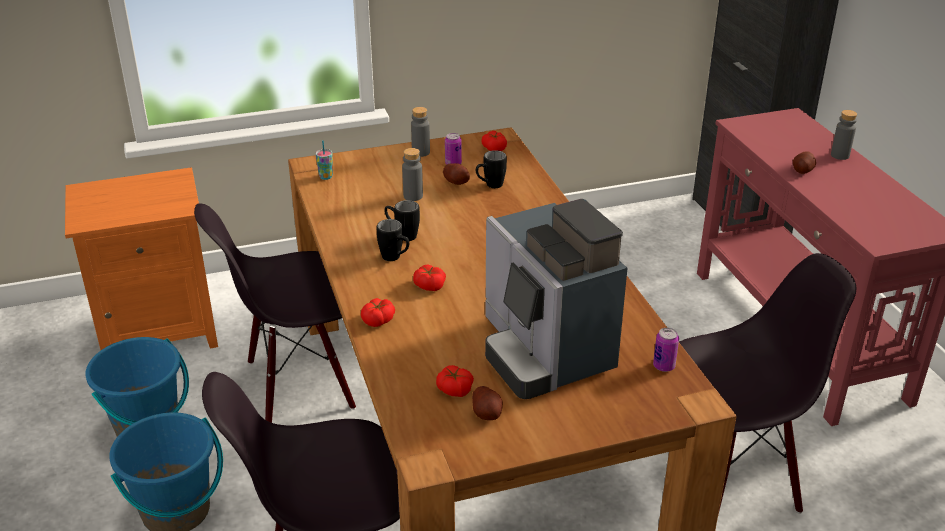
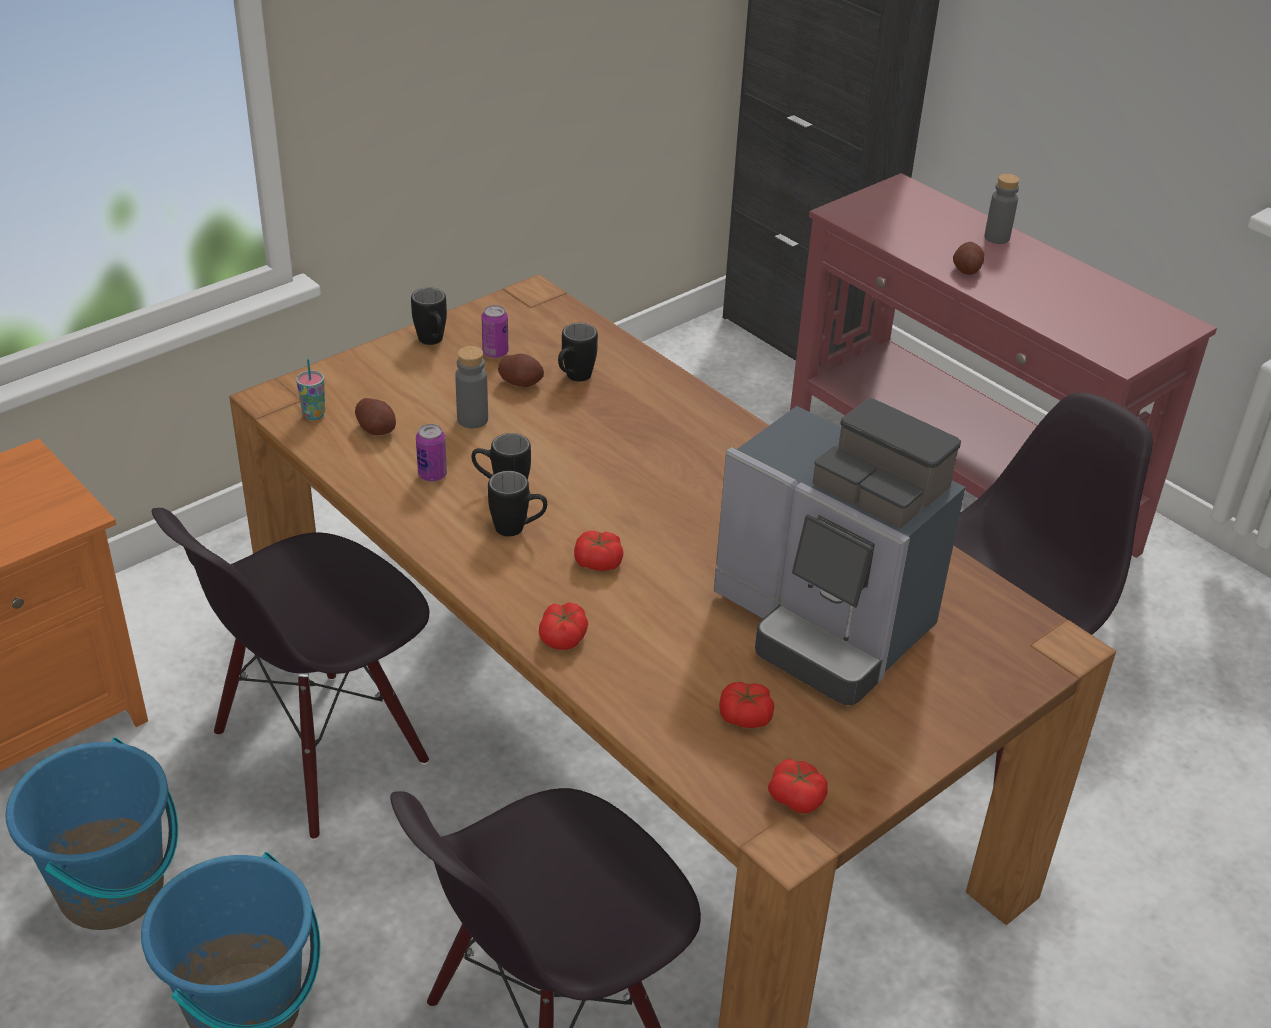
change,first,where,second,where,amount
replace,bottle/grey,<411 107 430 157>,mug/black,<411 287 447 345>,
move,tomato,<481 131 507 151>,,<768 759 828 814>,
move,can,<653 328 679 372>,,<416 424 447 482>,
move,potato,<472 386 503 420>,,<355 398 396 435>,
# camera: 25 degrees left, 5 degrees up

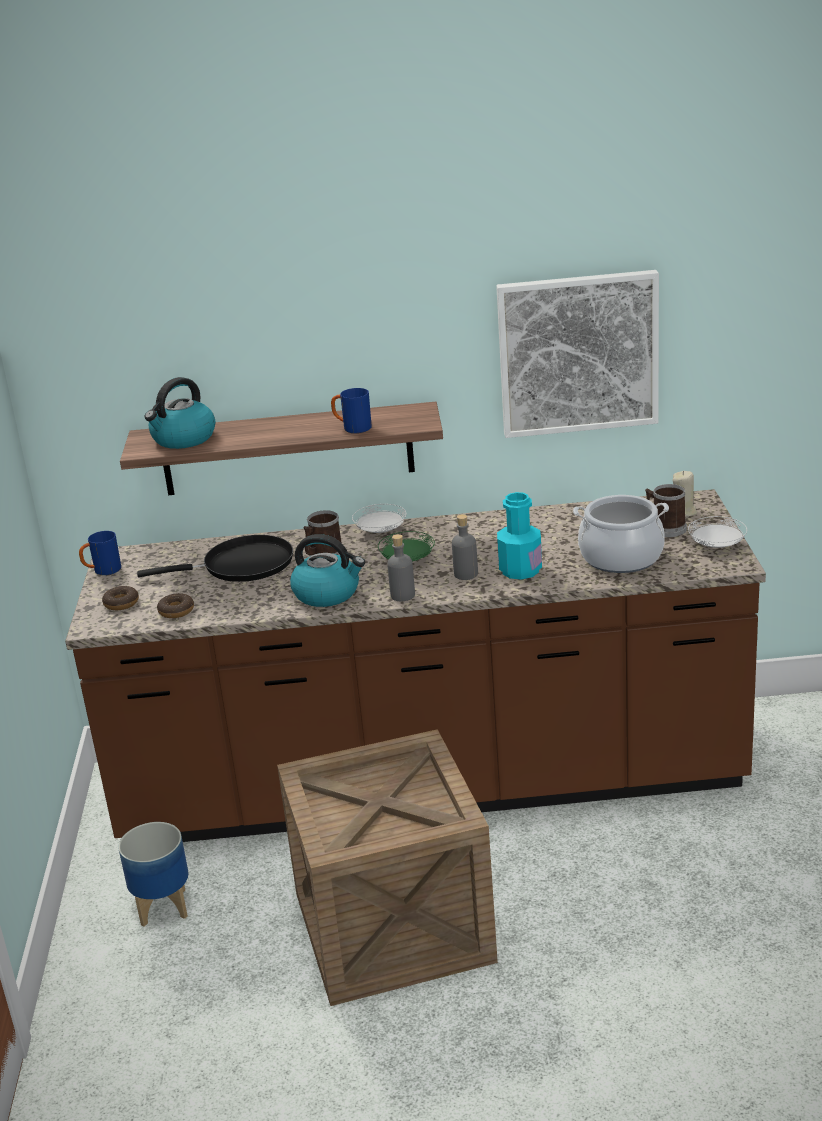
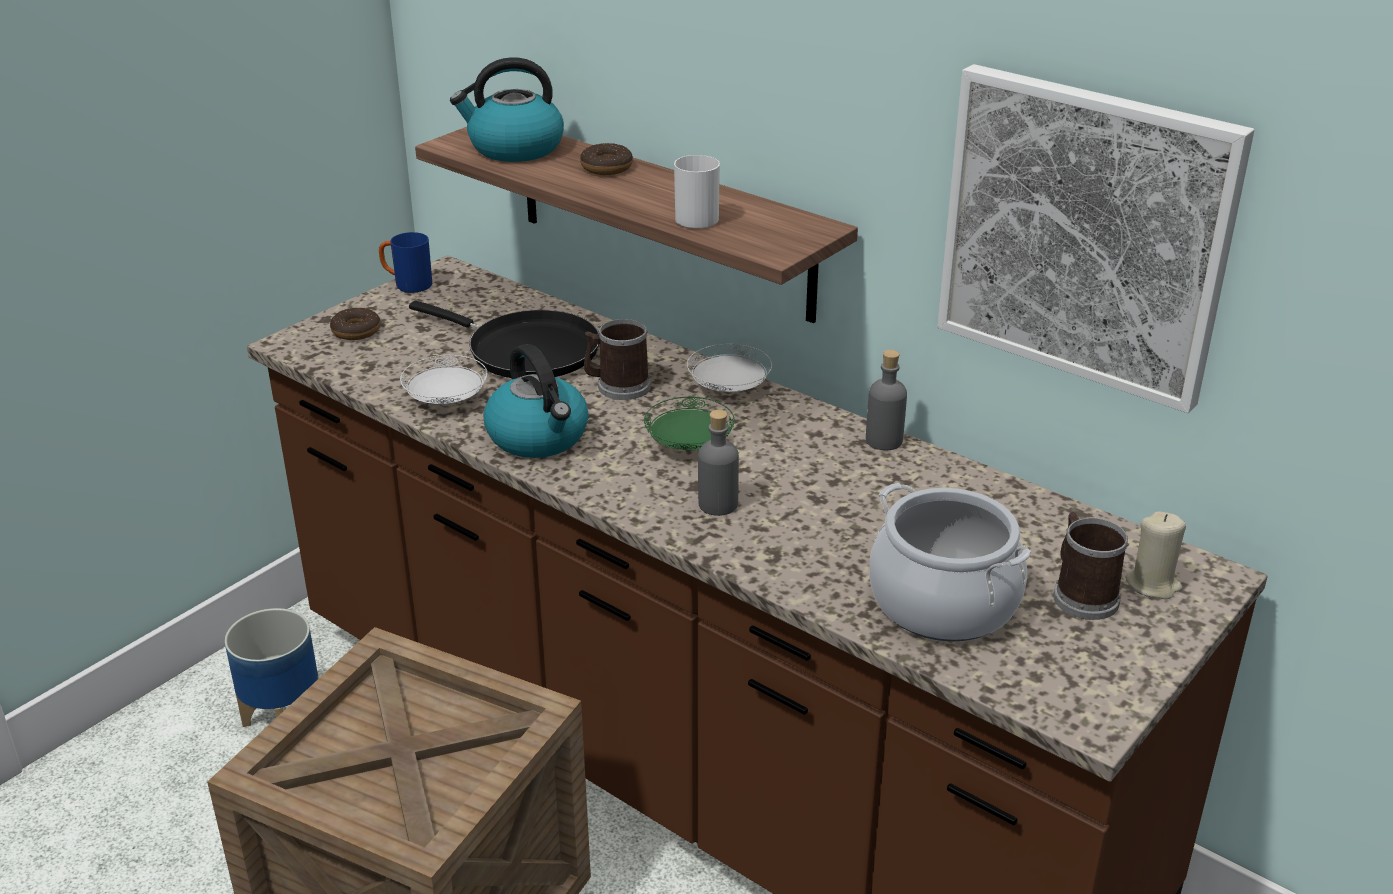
change,first,where,second,where,amount
recolor,mug/blue,<331 388 372 433>,mug/white,<674 155 720 229>,
delete,bottle/turquoise,<497 492 542 580>,,,
move,plate/white,<688 516 747 548>,,<400 355 487 405>,
move,bottle/grey,<387 534 415 601>,,<866 350 907 450>,
move,donut,<157 593 194 618>,,<580 143 633 175>,
# camera: 40 degrees right, 5 degrees up

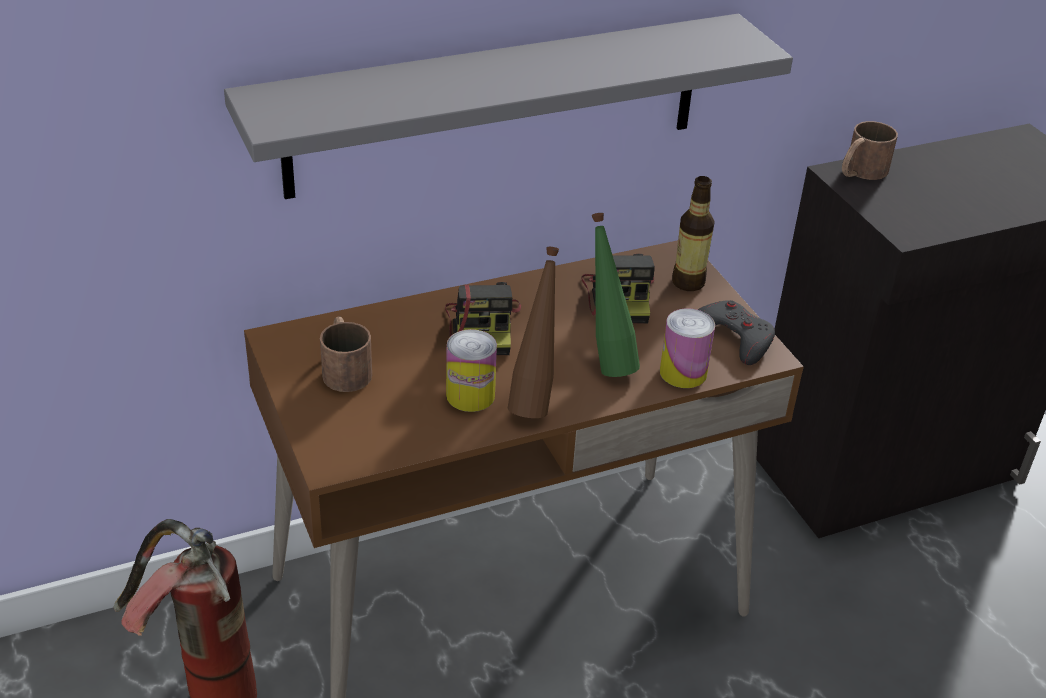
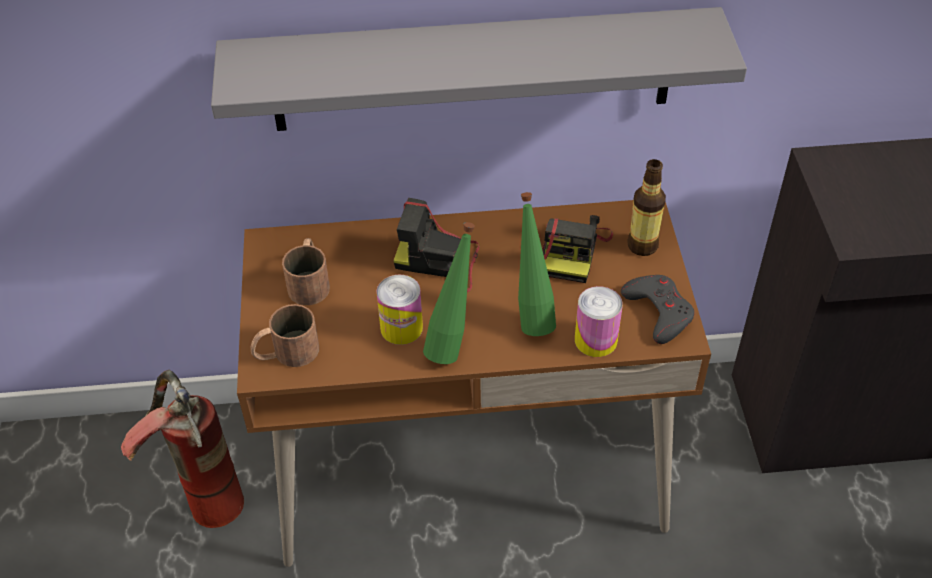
change,first,where,second,where,amount
move,mug/brown,<842 121 898 180>,,<251 304 319 367>,
recolor,bottle/brown,<508 247 559 418>,bottle/green,<423 222 475 364>,
rotate,photo camera,<445 282 521 355>,,<393 198 480 292>,90 degrees clockwise
# camera: 20 degrees right, 10 degrees up

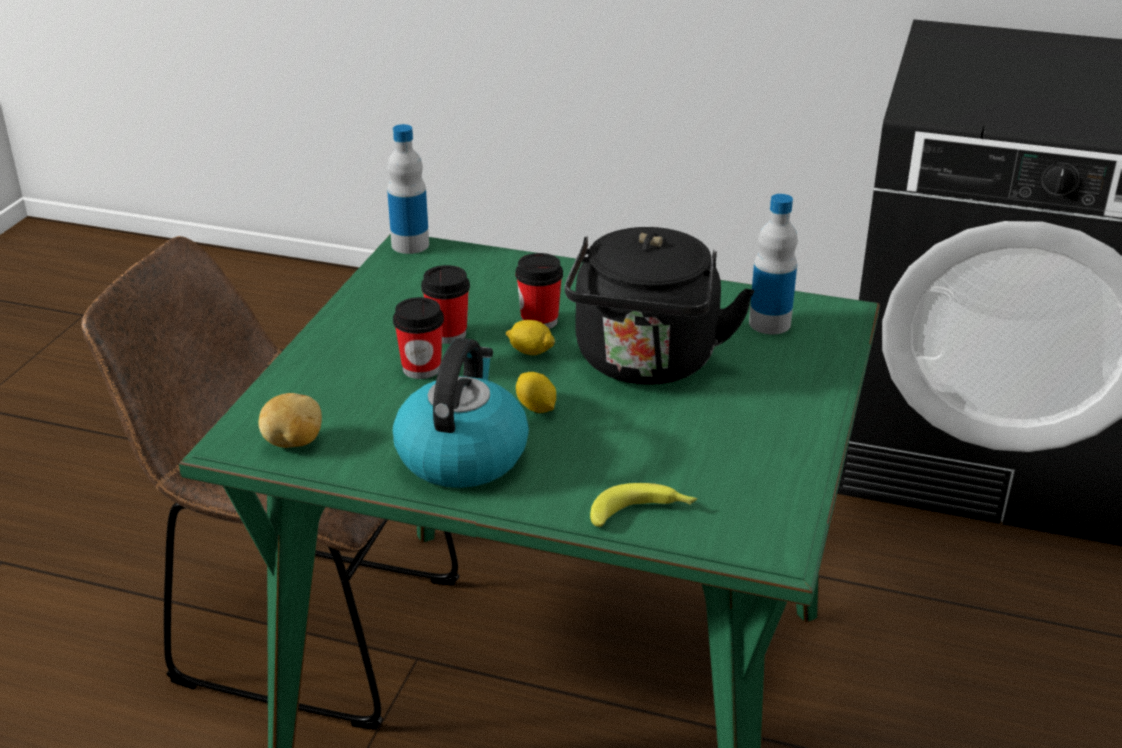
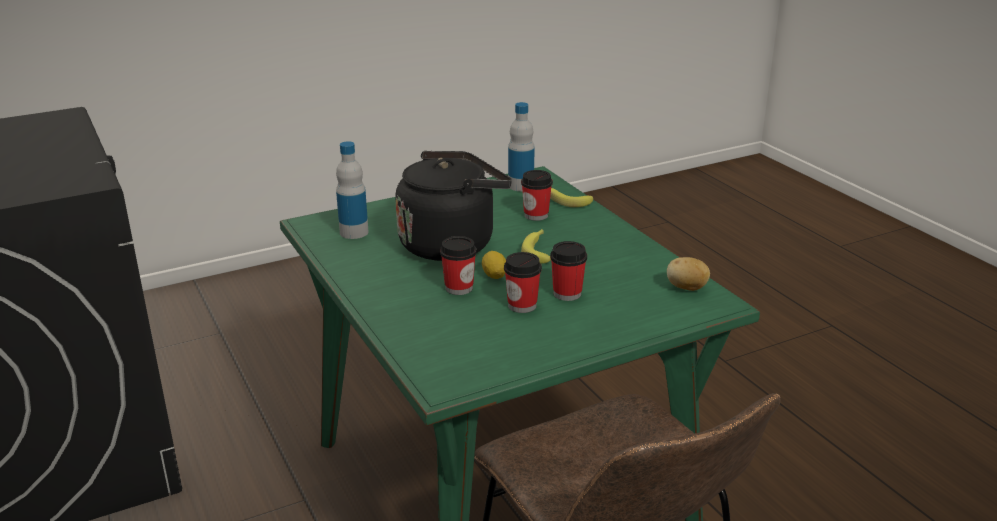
change,first,where,second,where,amount
move,bottle,<387 124 429 254>,,<508 102 535 191>,
delete,kettle,<393 338 529 488>,,,
replace,lemon,<516 372 556 413>,banana,<521 229 551 264>,
insert,,,cup,<521 170 553 221>,
# camera: 135 degrees left, 5 degrees down

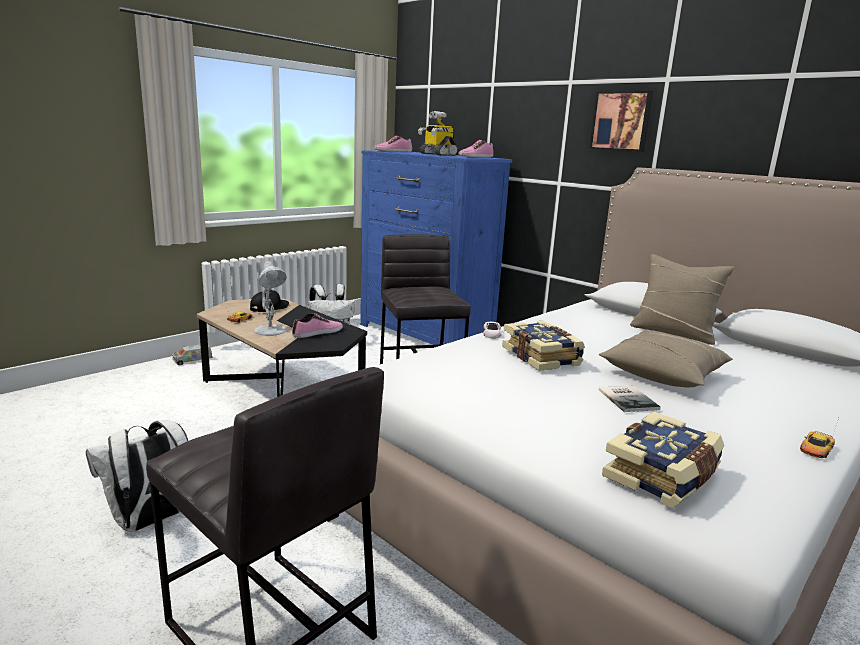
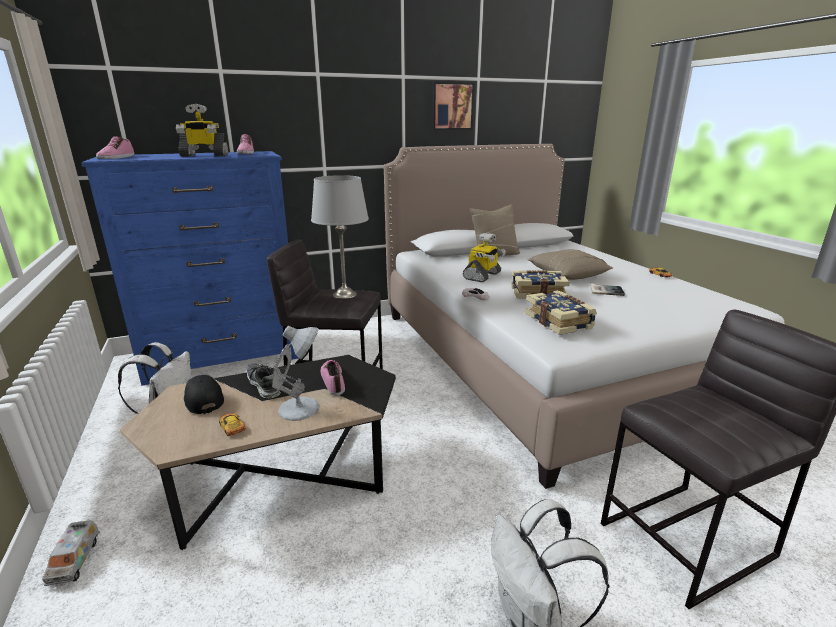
change,first,where,second,where,amount
move,picture,<589 90 653 152>,,<432 82 474 130>,
move,book,<602 411 724 508>,,<525 290 597 335>,
insert,,,table lamp/grey,<311 175 369 299>,
insert,,,toy robot,<463 233 506 282>,
insert,,,shoe,<247 363 281 398>,
# camera: 65 degrees left, 5 degrees up

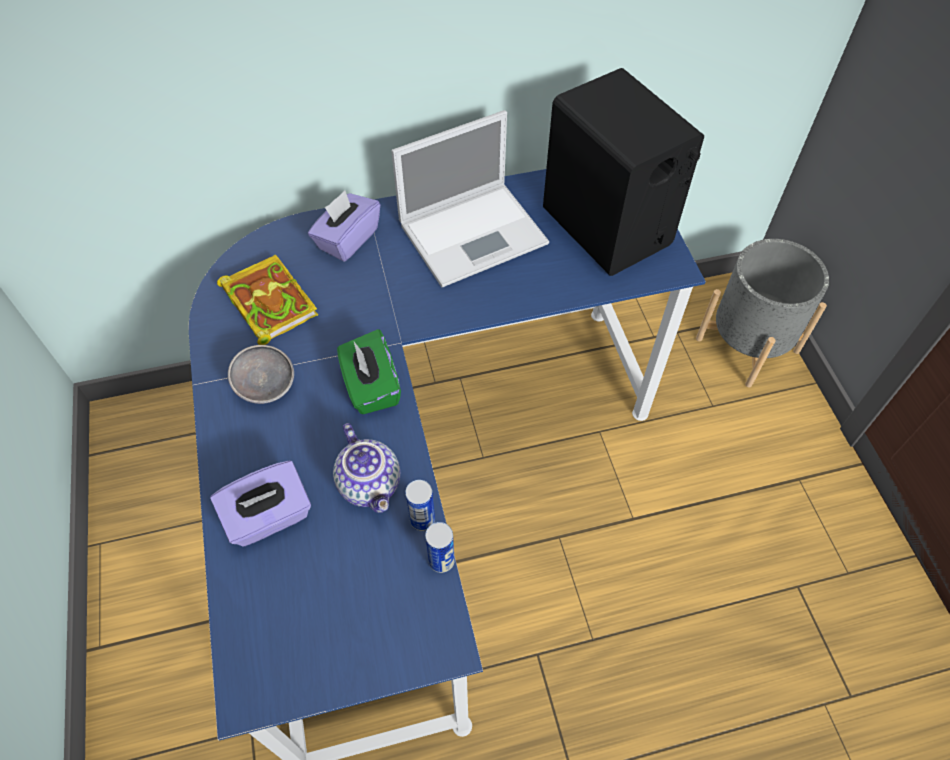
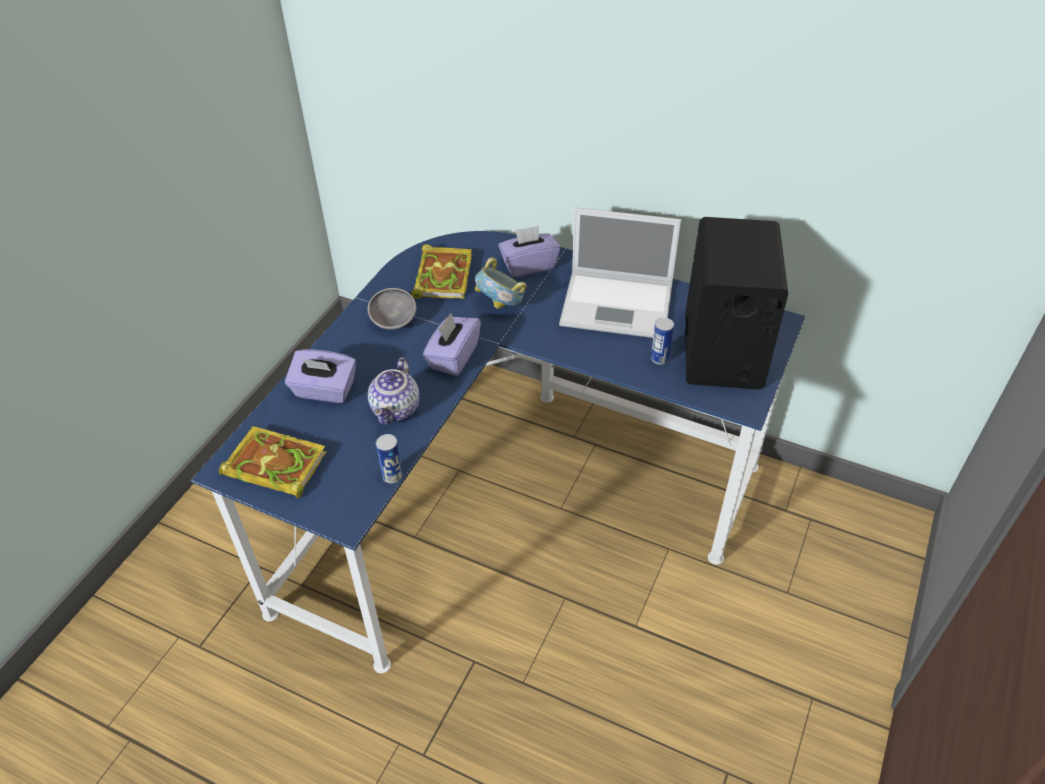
change,first,where,second,where,amount
delete,planter/grey,<696 239 829 387>,,,
recolor,tissue box/green,<337 329 401 414>,tissue box/purple,<423 313 481 376>,
move,can,<405 480 435 531>,,<651 318 674 365>,
insert,,,bowl,<475 257 527 309>,
insert,,,book,<219 426 327 498>,
# camera: 40 degrees right, 10 degrees down

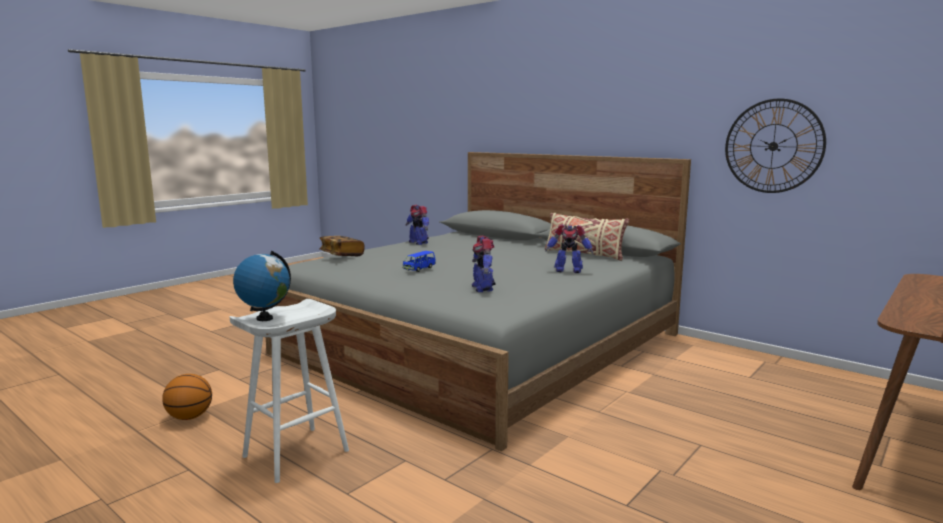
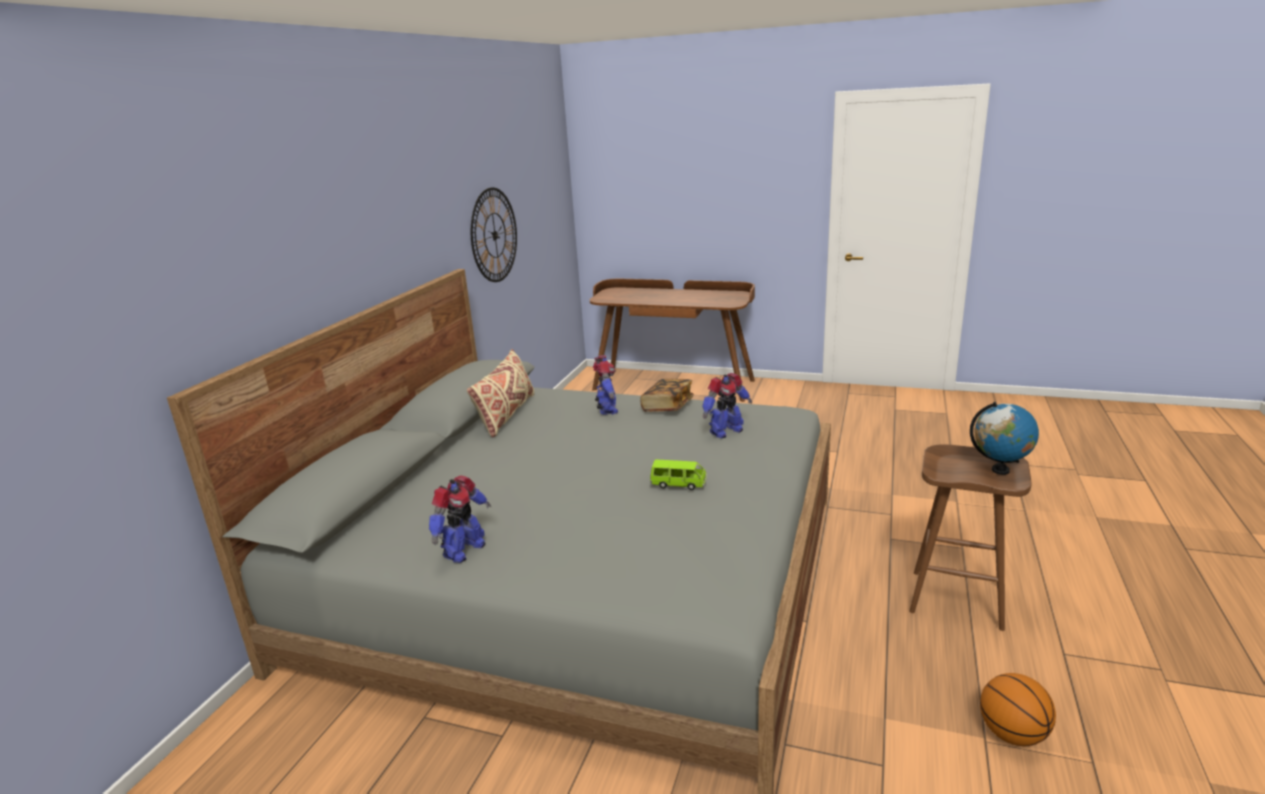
change,first,where,second,where,amount
move,book,<319 236 365 256>,,<640 379 694 412>,
recolor,toy car/blue,<402 251 436 272>,toy car/green,<650 460 707 490>,
recolor,stool/white,<230 299 349 483>,stool/brown,<909 444 1032 631>,
# camera: 110 degrees left, 10 degrees up

